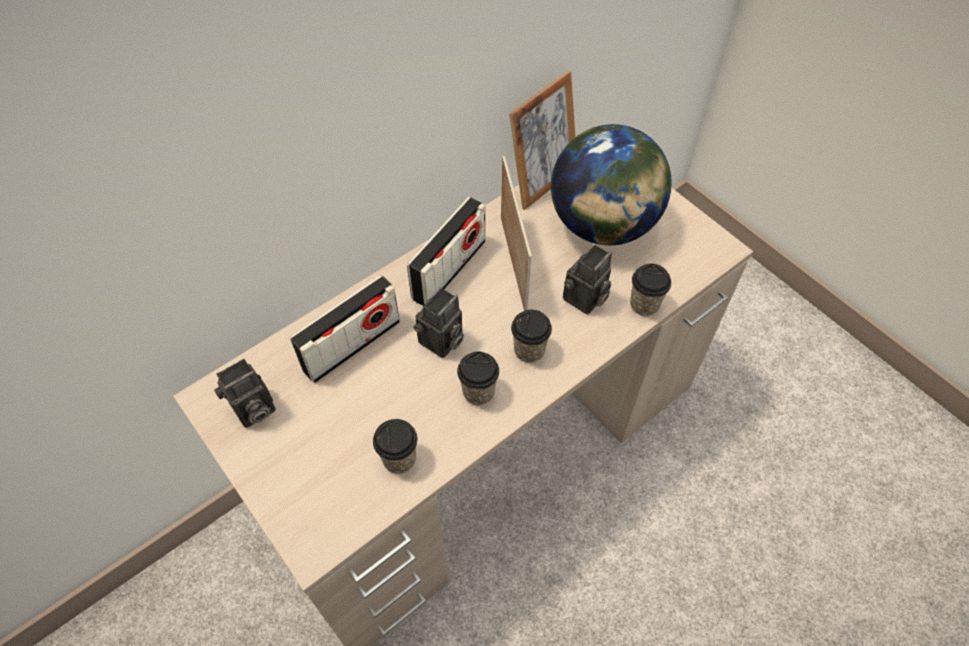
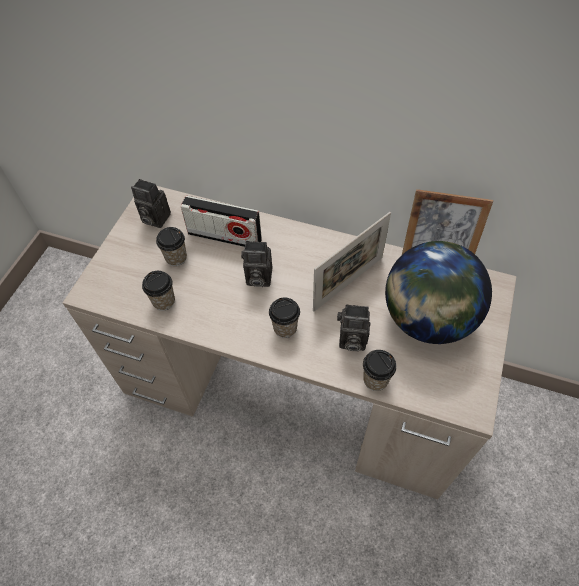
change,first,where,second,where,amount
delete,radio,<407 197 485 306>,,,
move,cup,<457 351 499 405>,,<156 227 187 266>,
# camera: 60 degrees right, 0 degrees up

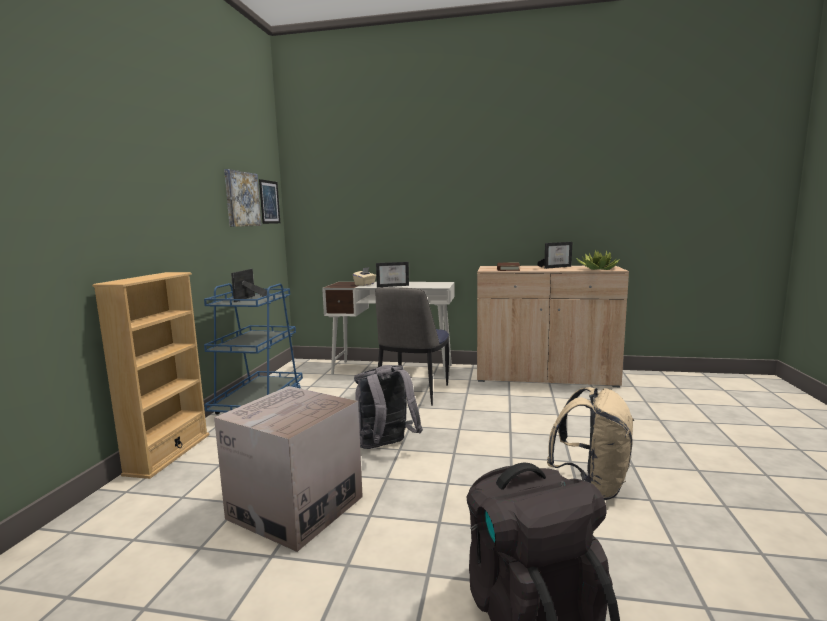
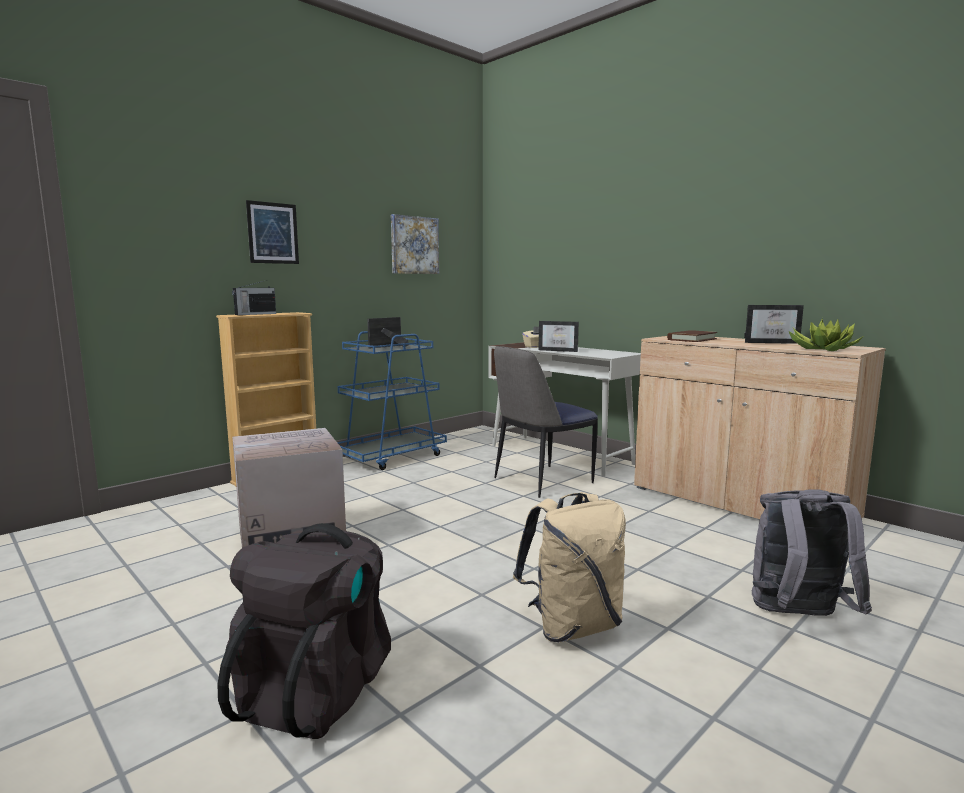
change,first,where,second,where,amount
move,picture,<259 179 280 224>,,<246 200 299 264>,
move,backpack/grey,<354 365 423 449>,,<752 489 872 616>,
insert,,,radio,<232 280 276 315>,
# camera: 35 degrees right, 0 degrees up

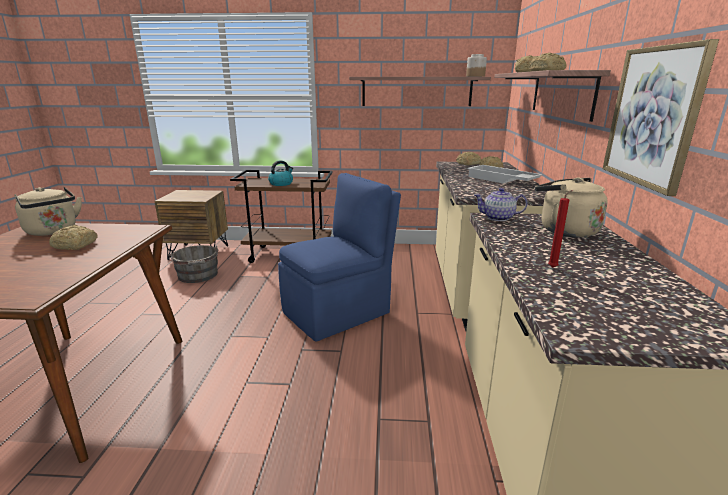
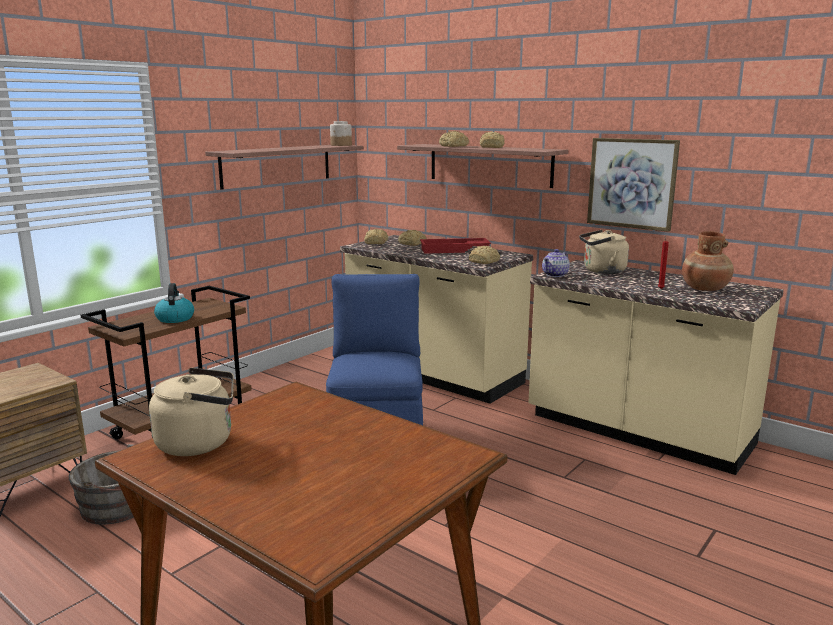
change,first,where,second,where,amount
recolor,tray/white,<467 165 543 183>,tray/red,<420 238 491 254>,
move,bread,<49 225 98 250>,,<469 246 500 264>,
insert,,,vase/brown,<682 231 734 291>,
# camera: 55 degrees left, 5 degrees down

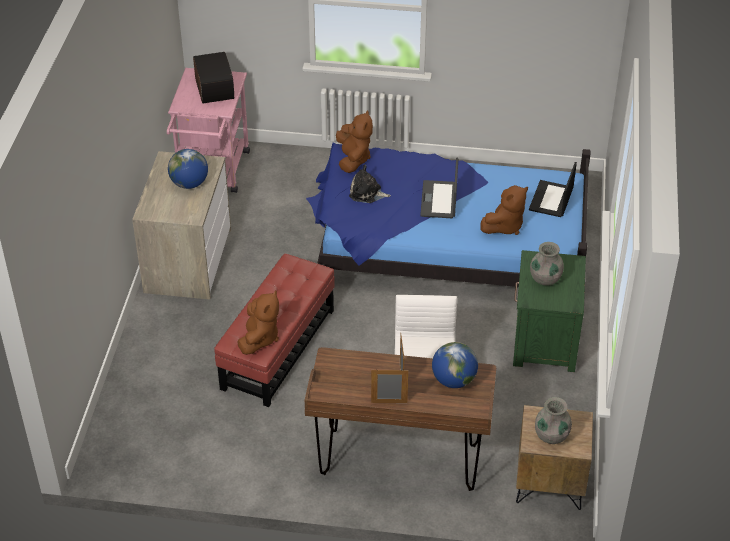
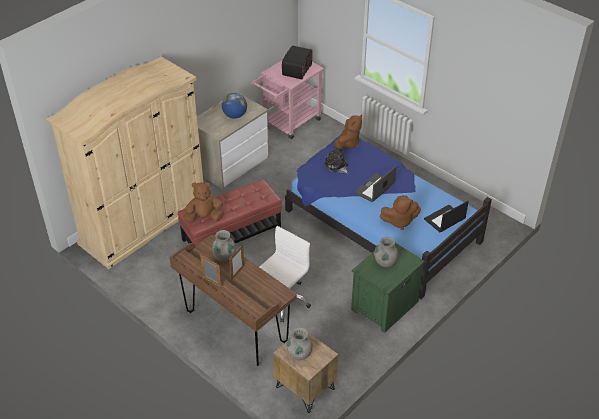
change,first,where,second,where,amount
rotate,plush toy/brown,<237 290 279 355>,,<183 182 224 223>,150 degrees counterclockwise
delete,globe,<432 342 478 388>,,,
insert,,,wardrobe/beige,<46 56 203 269>,
insert,,,vase/grey,<212 230 236 261>,
# camera: 35 degrees right, 0 degrees up

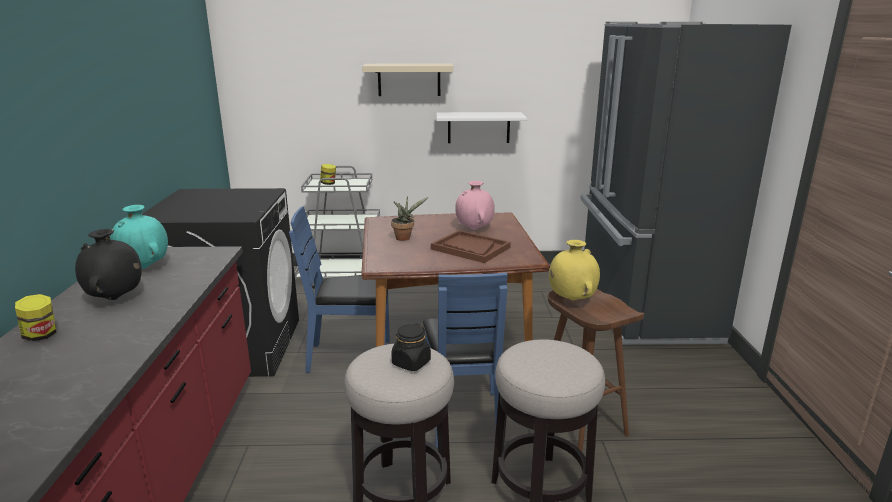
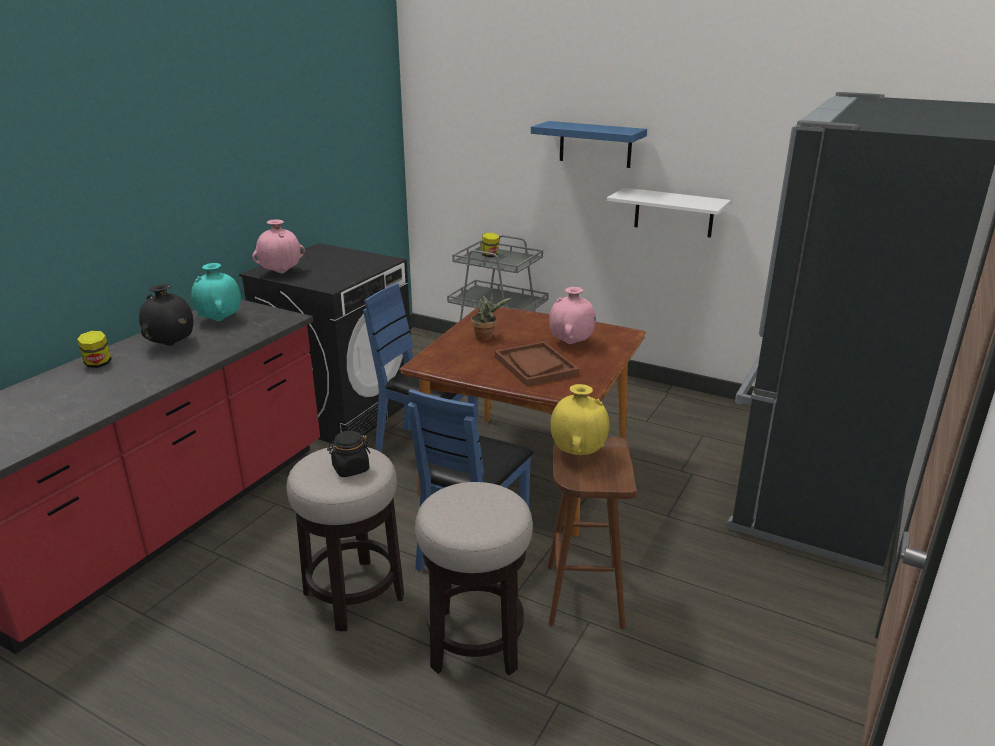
change,first,where,second,where,amount
recolor,shelf/beige,<362 64 453 96>,shelf/blue,<531 121 647 168>,
insert,,,vase/pink,<252 220 305 273>,
# camera: 30 degrees right, 5 degrees up

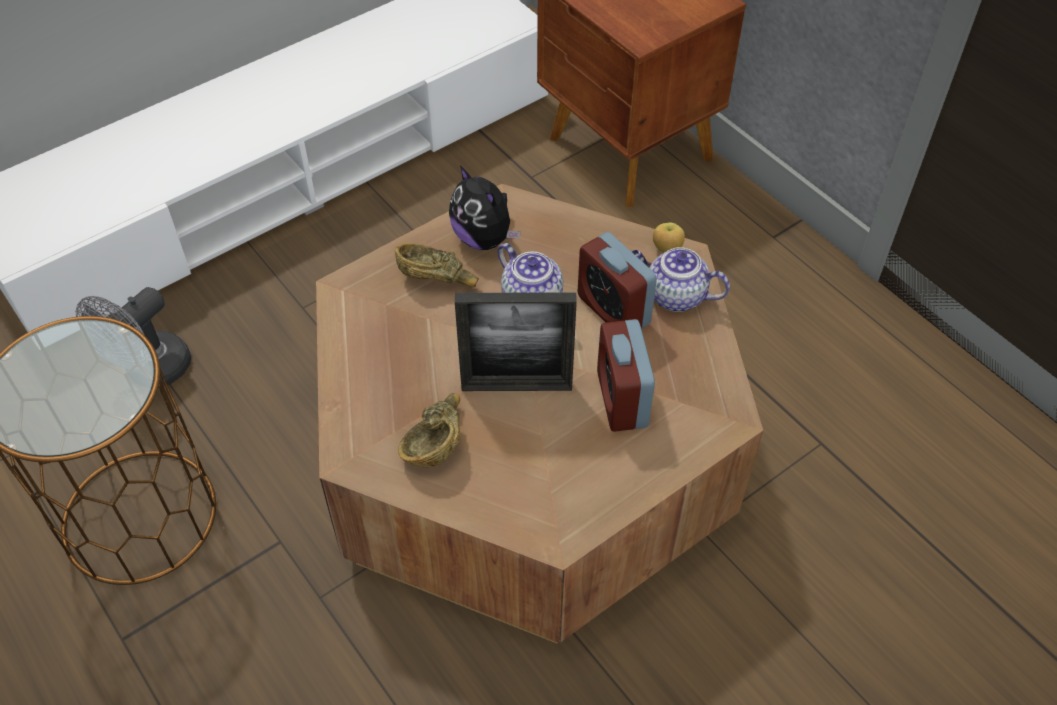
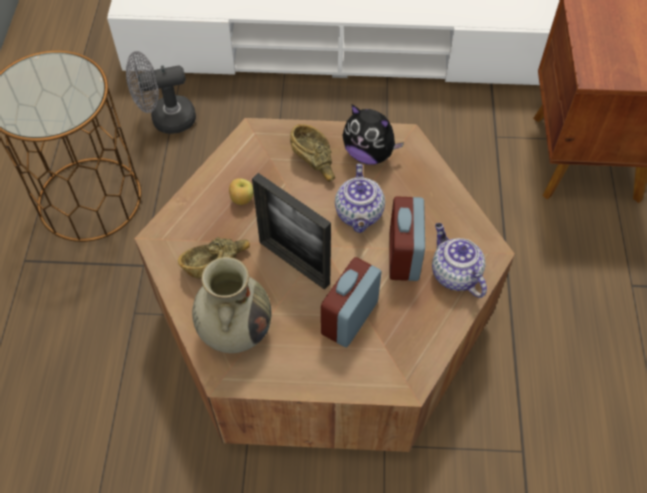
change,first,where,second,where,amount
rotate,plush toy,<449 166 520 250>,,<342 104 404 165>,60 degrees counterclockwise
move,apple,<653 222 685 253>,,<229 178 254 205>,
insert,,,vase/beige,<192 257 271 353>,
# camera: 40 degrees right, 5 degrees up

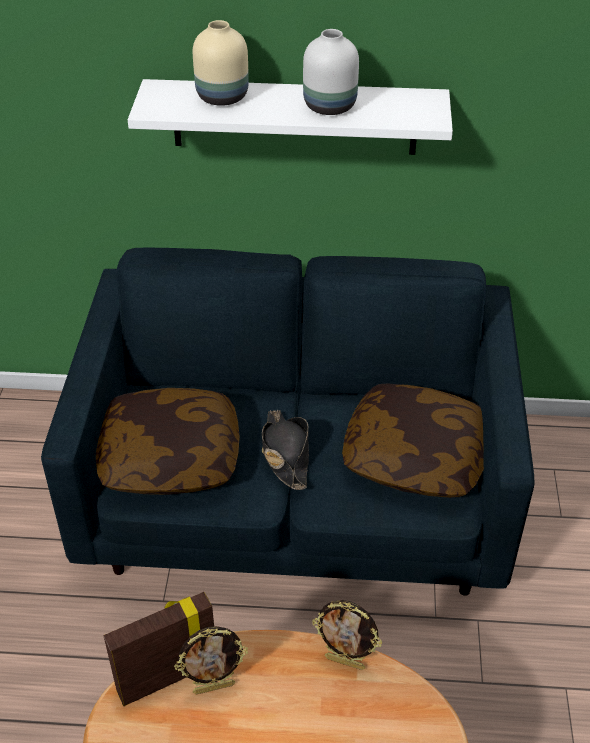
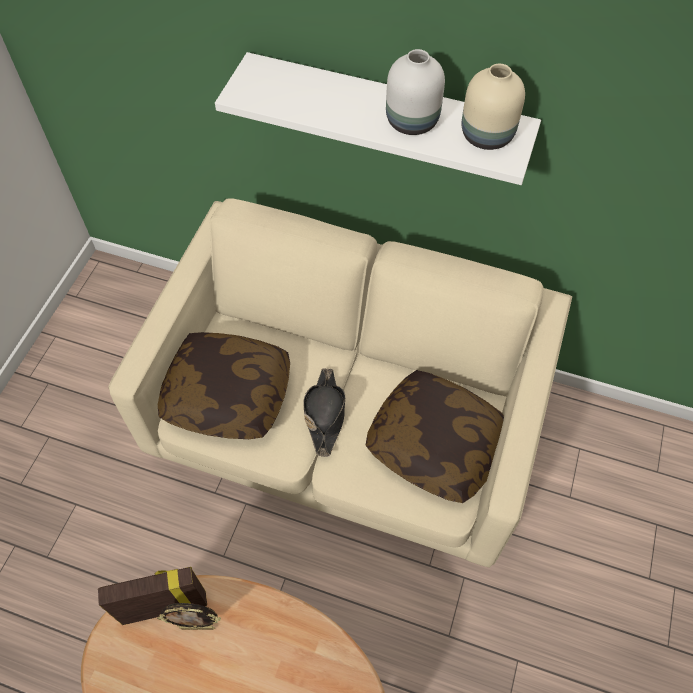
change,first,where,second,where,amount
move,vase/beige,<193 20 249 106>,,<462 64 525 150>,
recolor,sofa/blue,<41 248 535 596>,sofa/beige,<108 199 572 568>,
delete,picture frame,<312 600 382 670>,,,
# camera: 15 degrees right, 15 degrees up

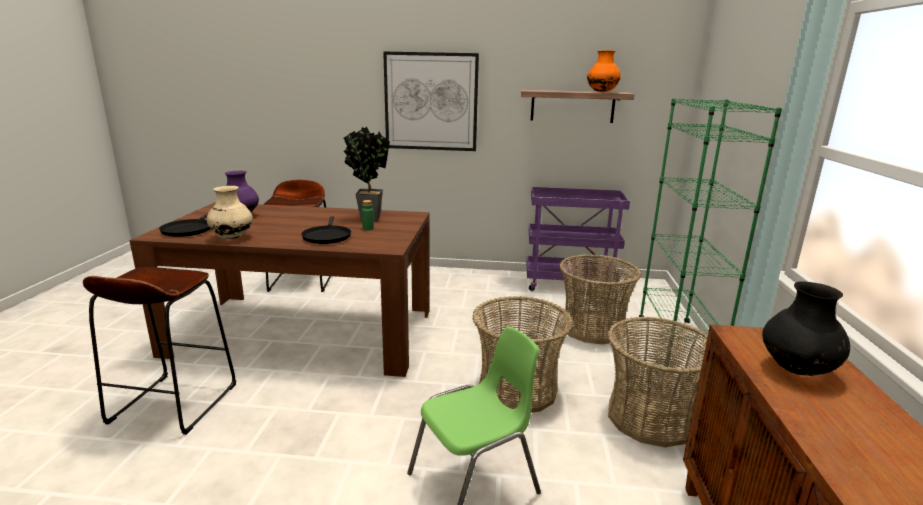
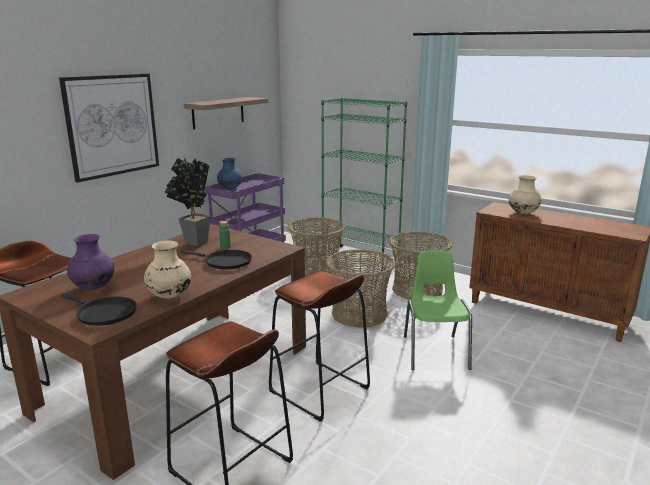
change,first,where,second,where,amount
delete,vase/orange,<587 50 621 92>,,,
recolor,vase/black,<762 282 850 376>,vase/beige,<509 175 541 214>,
insert,,,vase/blue,<217 158 242 189>,
insert,,,stool/brown,<269 271 370 422>,
# camera: 60 degrees left, 0 degrees up

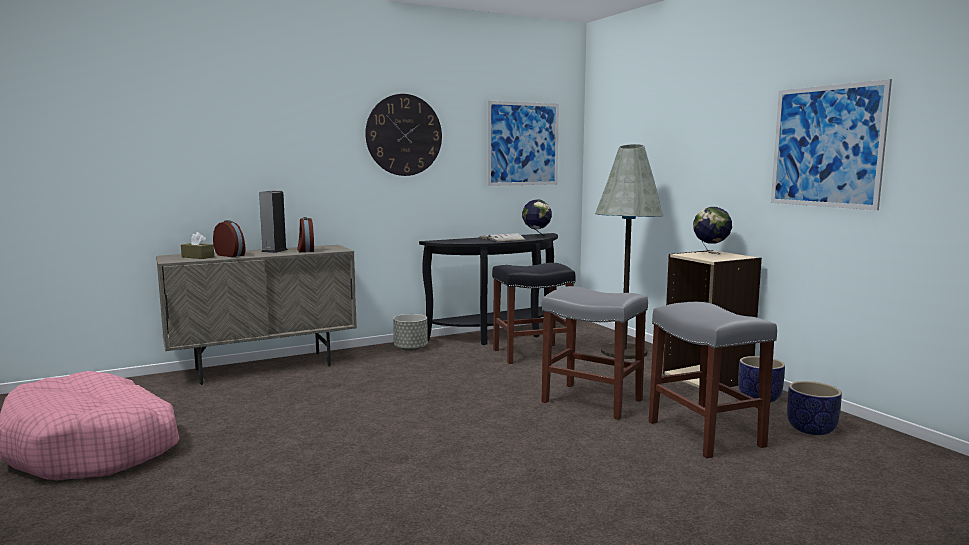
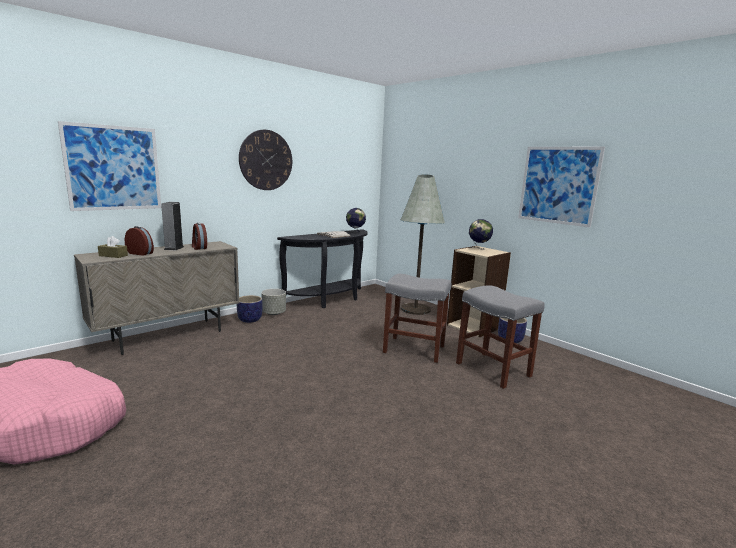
change,first,where,second,where,amount
move,picture,<487 101 559 186>,,<58 121 161 211>,
delete,stool/black,<492 263 576 364>,,,
move,planter,<787 381 842 435>,,<237 295 262 323>,
# camera: 15 degrees left, 5 degrees up

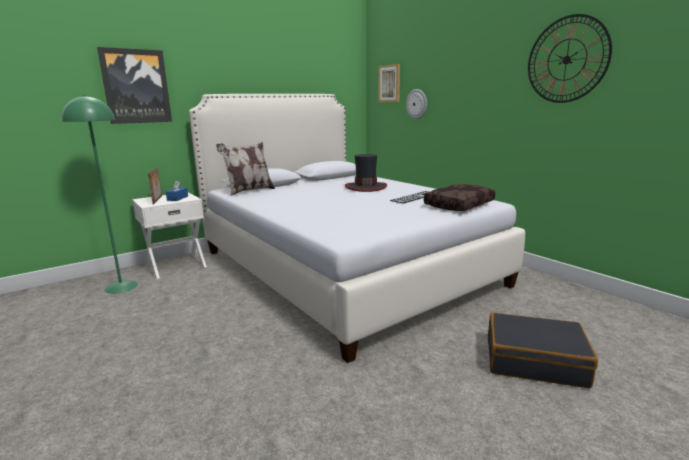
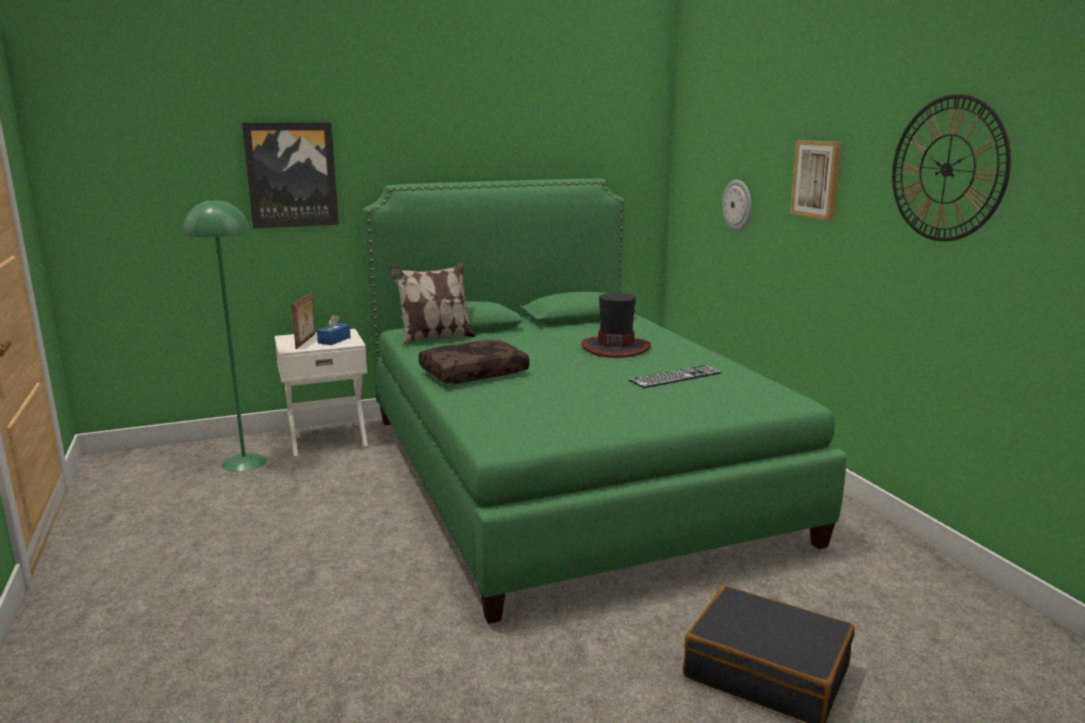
change,first,where,second,where,amount
move,picture,<378 64 400 102>,,<790 140 842 220>,
recolor,bed/white,<189 94 525 363>,bed/green,<362 179 846 624>,
move,pillow/brown,<424 184 496 211>,,<419 340 530 384>,
# camera: 15 degrees right, 0 degrees up

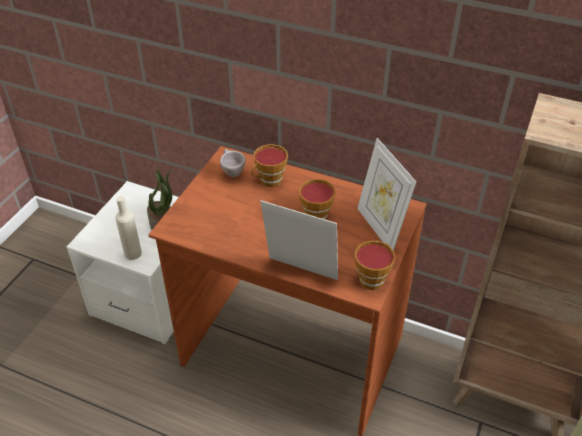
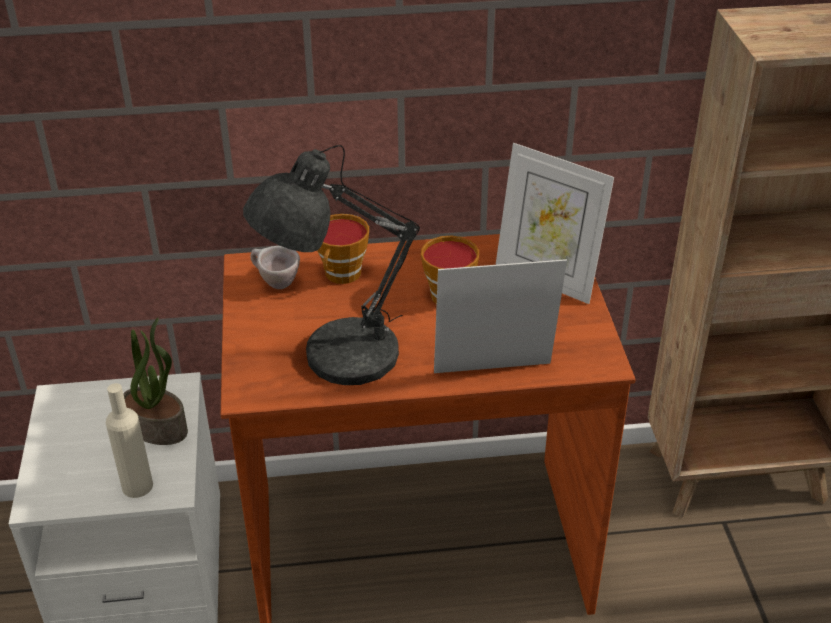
change,first,where,second,where,amount
delete,cup,<354 241 395 290>,,,
insert,,,table lamp/grey,<243 145 420 385>,
# camera: 30 degrees left, 5 degrees down

